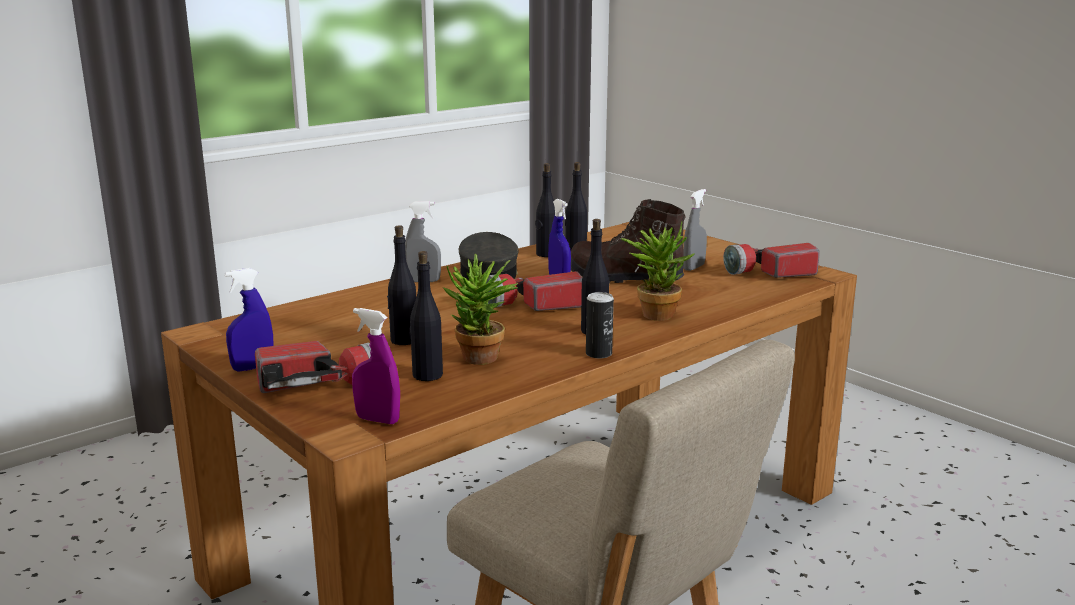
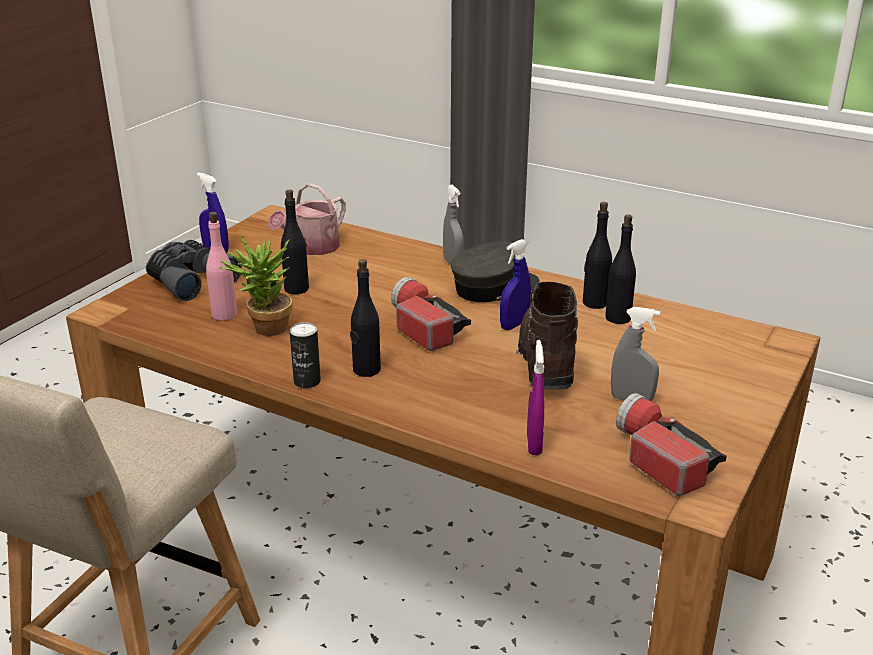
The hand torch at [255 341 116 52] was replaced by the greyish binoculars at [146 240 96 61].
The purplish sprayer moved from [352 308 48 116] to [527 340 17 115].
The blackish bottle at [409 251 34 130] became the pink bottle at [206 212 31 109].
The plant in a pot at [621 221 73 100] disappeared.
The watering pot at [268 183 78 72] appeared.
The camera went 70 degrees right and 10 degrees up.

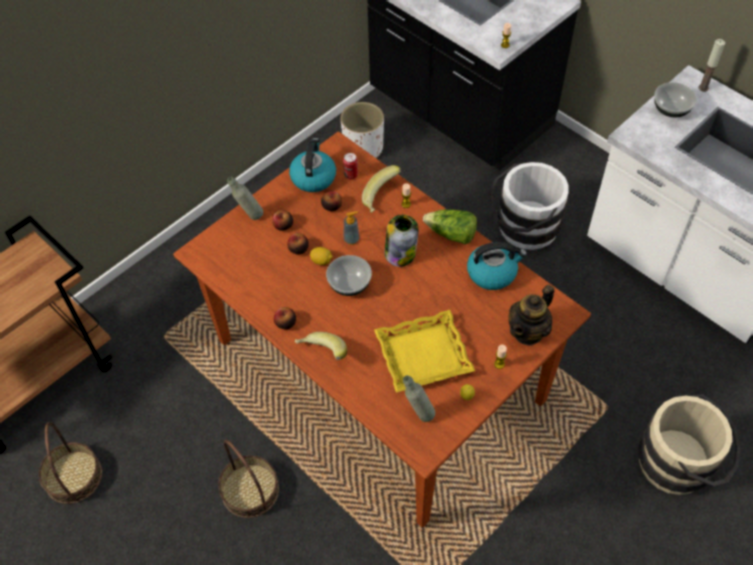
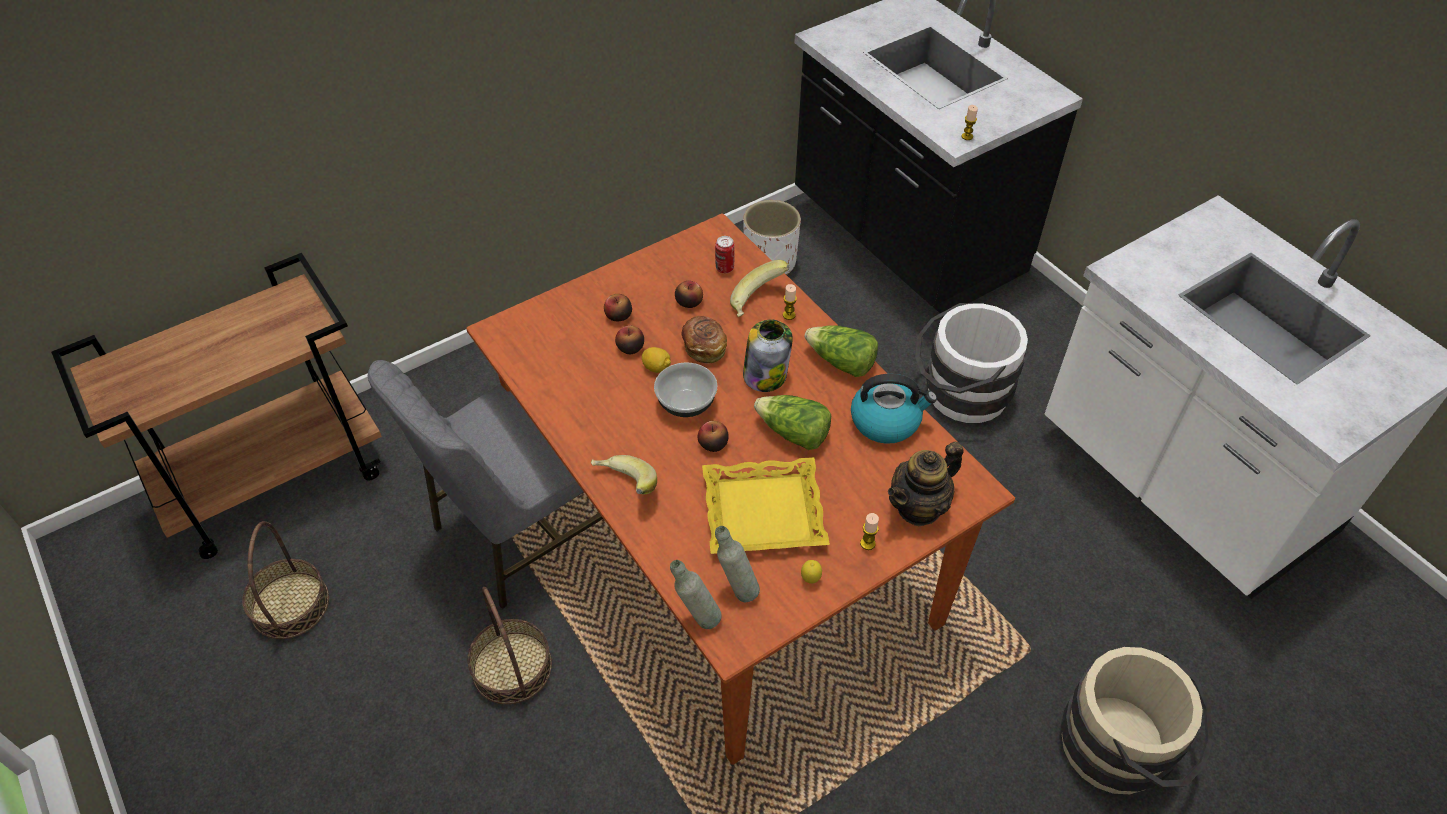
The greyish bottle moved from [227 176 36 44] to [670 560 51 69].
The apple fruit moved from [274 307 22 23] to [698 421 31 31].
The tea kettle at [289 138 47 54] disappeared.
The soap bottle at [344 211 16 34] was replaced by the bakery bread at [681 316 46 48].
The bowl at [654 82 43 35] disappeared.
The wax candle at [698 39 27 53] disappeared.
The greyish chair at [368 360 235 249] appeared.
The lettuce head at [754 395 77 55] appeared.
The camera went 10 degrees right and 5 degrees down.

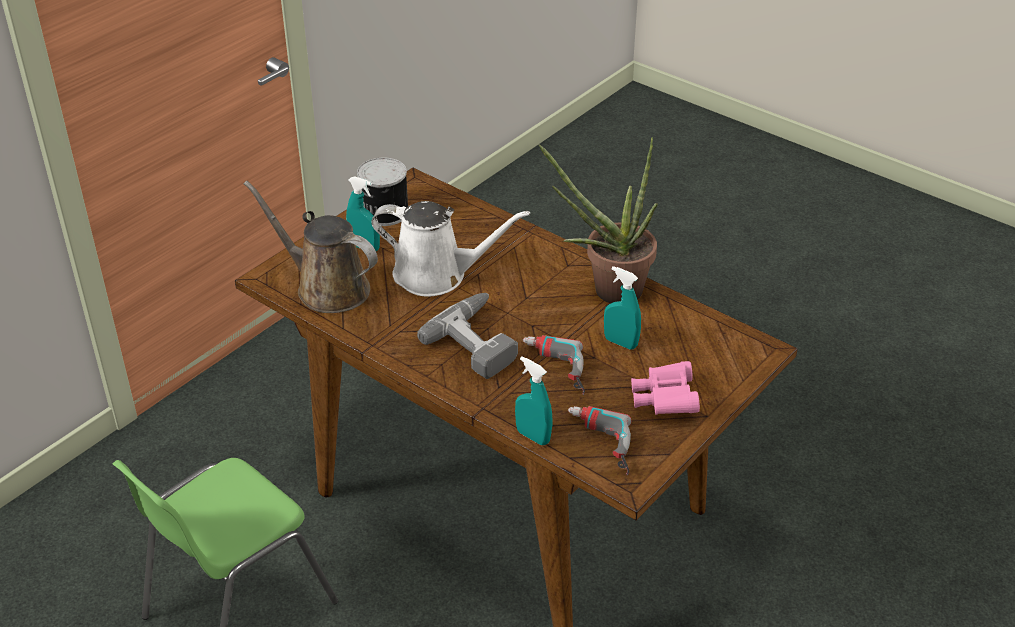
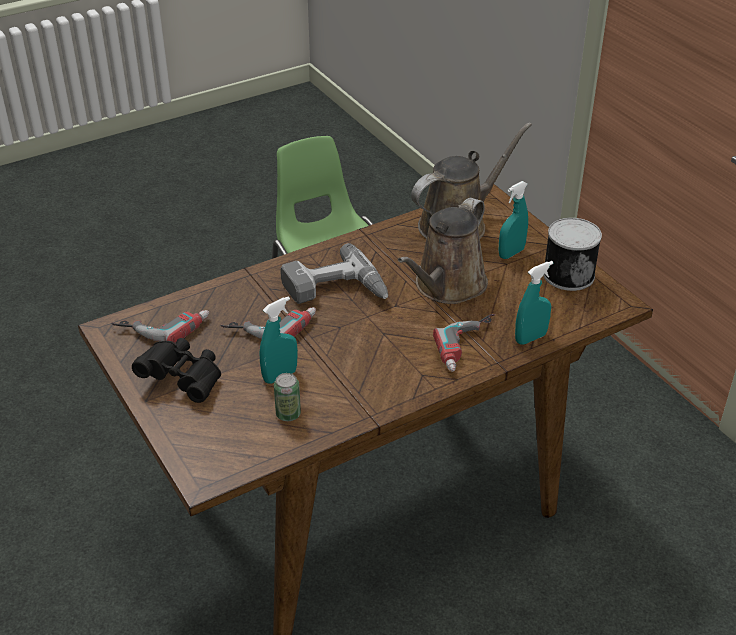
The whitish watering pot at [371 201 159 96] became the brown-coloured watering pot at [398 198 90 106].
The blue-green sprayer moved from [515 357 38 88] to [515 261 38 83].
The plant in a pot at [539 137 119 166] disappeared.
The pink binoculars at [631 361 69 54] became the blackish binoculars at [132 338 89 65].
The metal can at [274 373 27 48] appeared.
The drill at [433 314 62 58] appeared.
The camera went 110 degrees right and 0 degrees up.

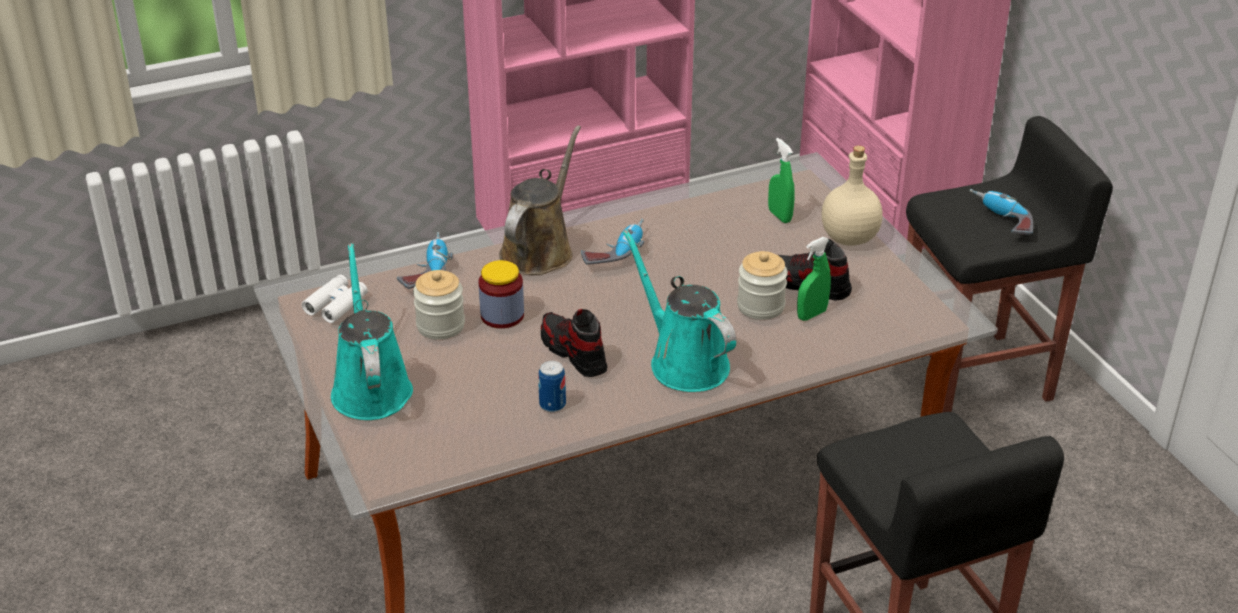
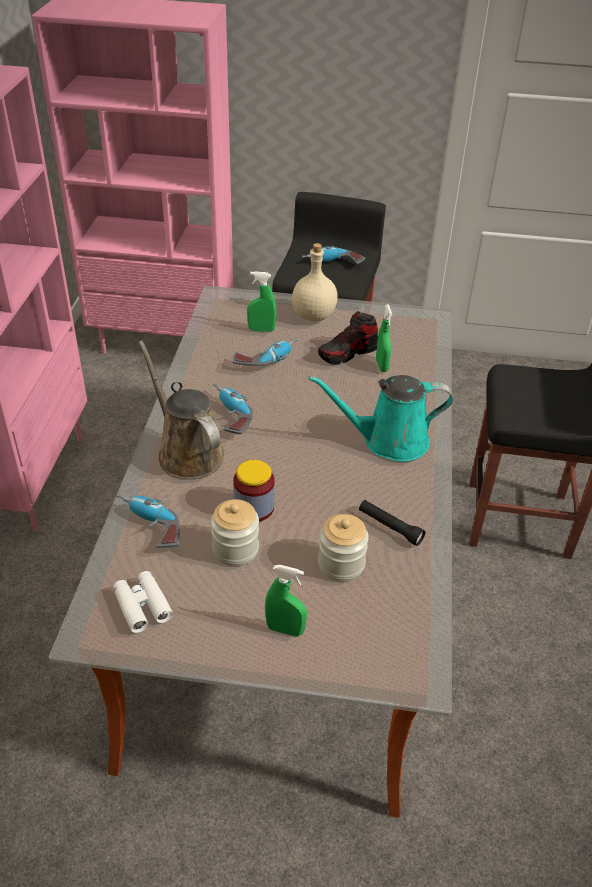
The blue-green watering pot at [331 243 82 177] was replaced by the green sprayer at [265 565 42 72].
The metal can at [538 361 28 51] was replaced by the blackish hand torch at [359 500 66 46].
The low shoe at [541 309 67 68] disappeared.
The storage jar moved from [737 251 51 69] to [318 514 51 68].
The drill at [233 338 65 28] appeared.
The camera went 60 degrees left and 5 degrees up.

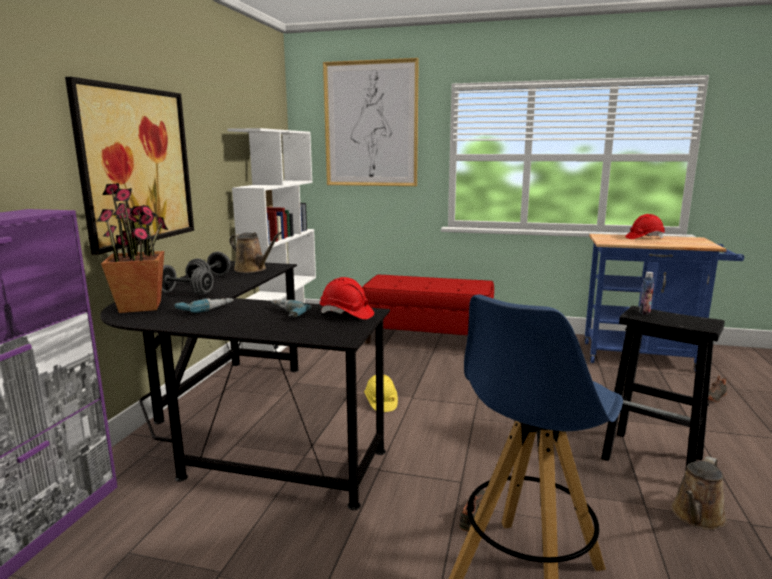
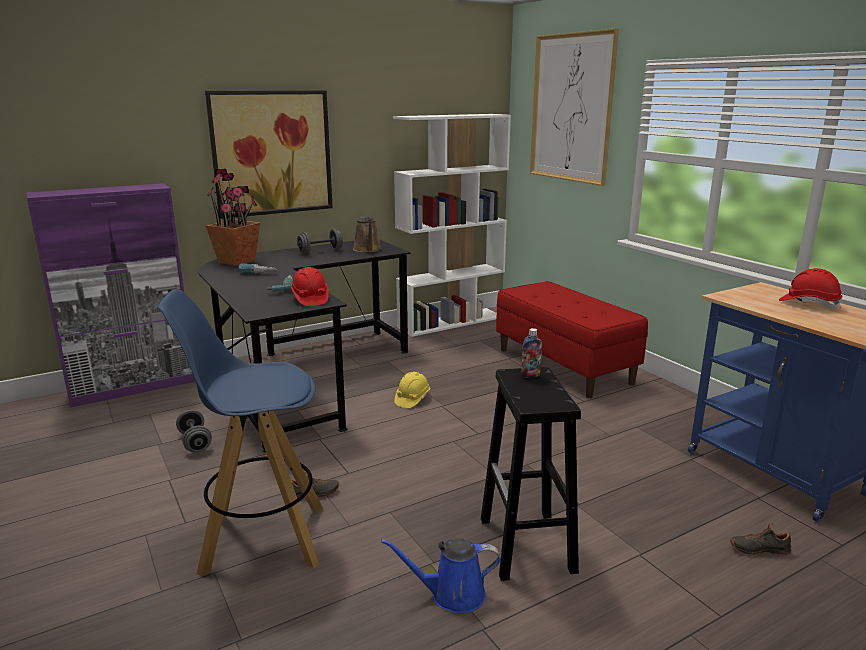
The greyish free weight moved from [162 265 52 30] to [176 410 36 42].
The brown-coloured watering pot at [671 456 56 74] became the blue-coloured watering pot at [381 538 119 75].
The camera went 45 degrees right and 5 degrees up.

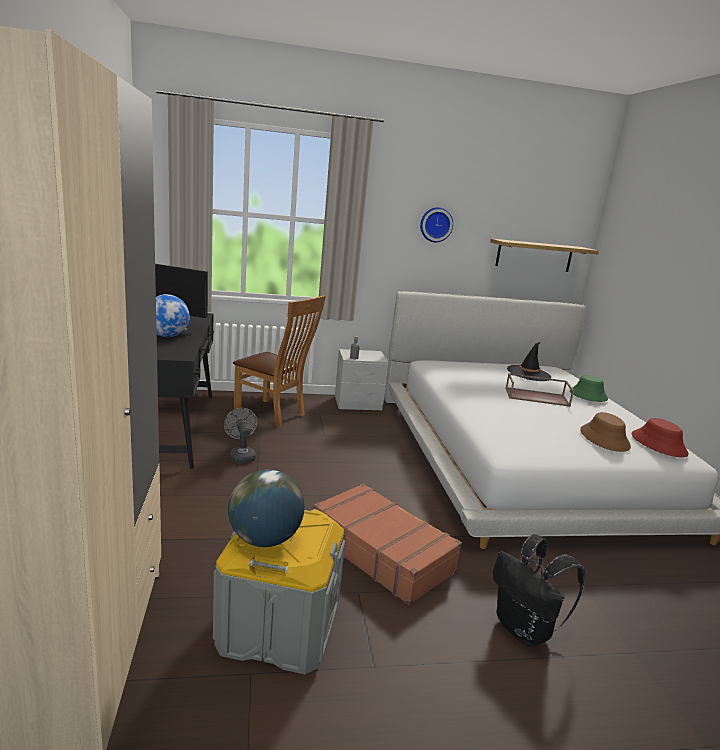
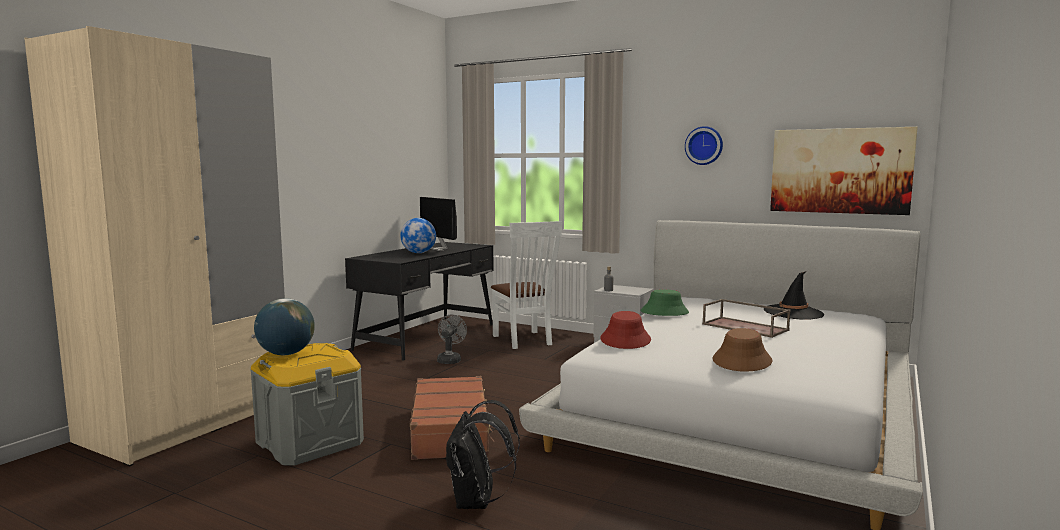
The brown-coloured chair at [233 295 93 133] became the whitish chair at [491 221 72 128].
The bracket shelf at [490 239 109 33] was replaced by the wall picture at [770 127 148 88].
The green clothing hat moved from [570 375 38 27] to [641 289 48 27].
The reddish clothing hat moved from [632 418 57 39] to [600 311 51 38].
The camera went 40 degrees right and 10 degrees down.

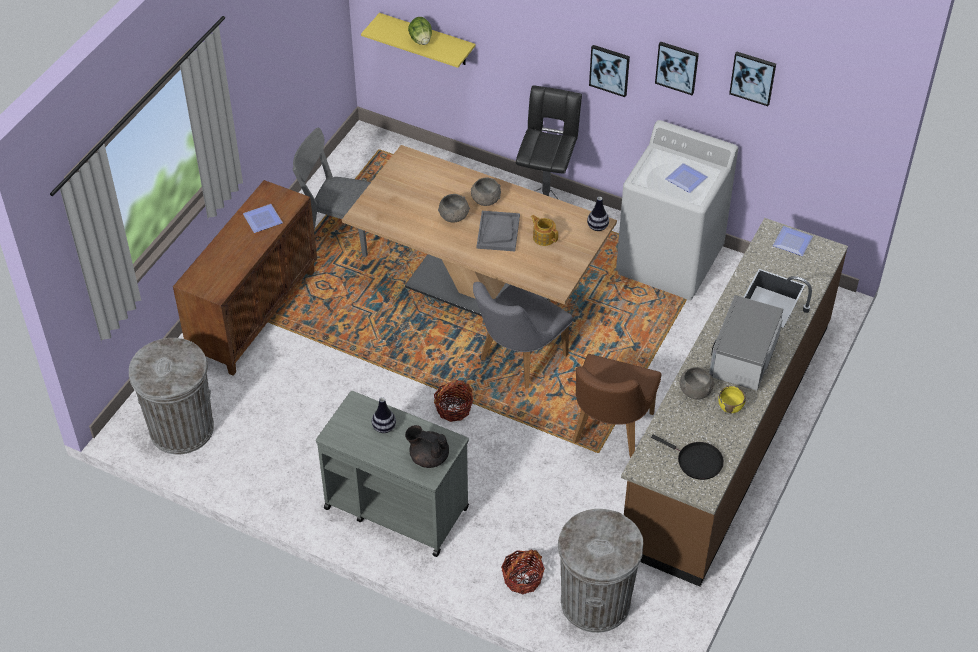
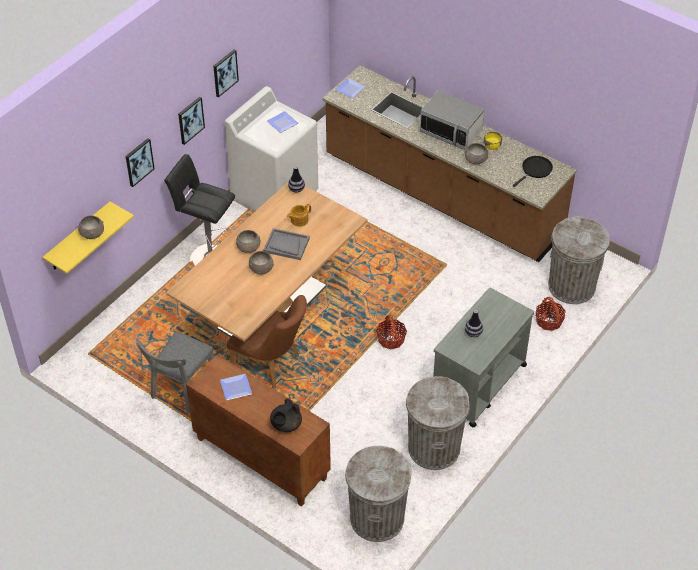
The blackish pot for tea moved from [405 425 44 43] to [270 399 32 33].
The lettuce head at [408 17 24 28] was replaced by the greyish bowl at [78 215 26 24].
The greyish chair at [473 282 100 106] disappeared.
The brown-coloured chair moved from [573 354 89 104] to [227 295 80 94].
The wall picture moved from [729 51 47 55] to [125 138 30 49].
The greyish rubbish bin at [406 376 64 94] appeared.
The camera went 80 degrees left and 0 degrees up.

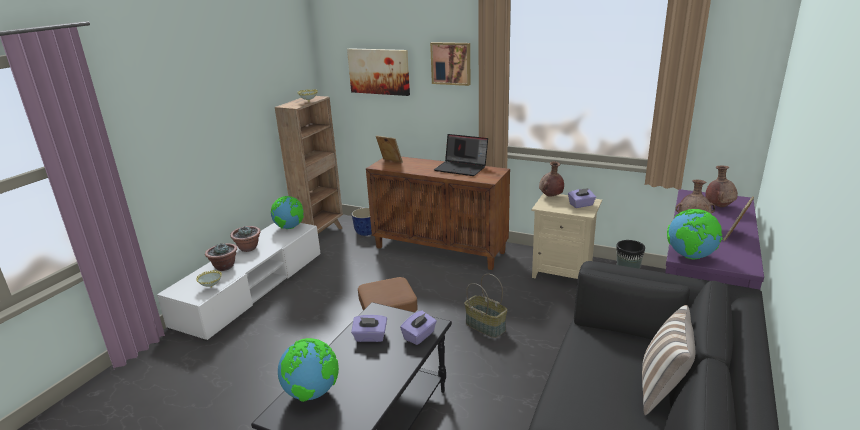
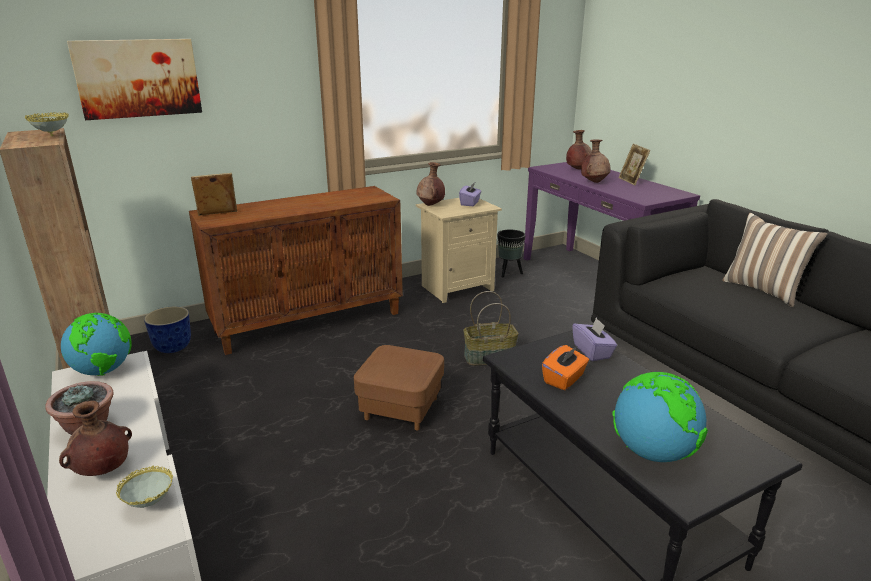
The plant in a pot at [205 243 32 28] was replaced by the brown-coloured decorative vase at [59 401 73 75].
The purplish tissue holder at [351 315 36 27] became the orange tissue holder at [542 345 47 45].
The wall picture at [430 42 41 44] disappeared.
The portable computer at [434 134 54 42] disappeared.
The world globe at [667 209 56 51] disappeared.
The camera went 55 degrees left and 0 degrees up.

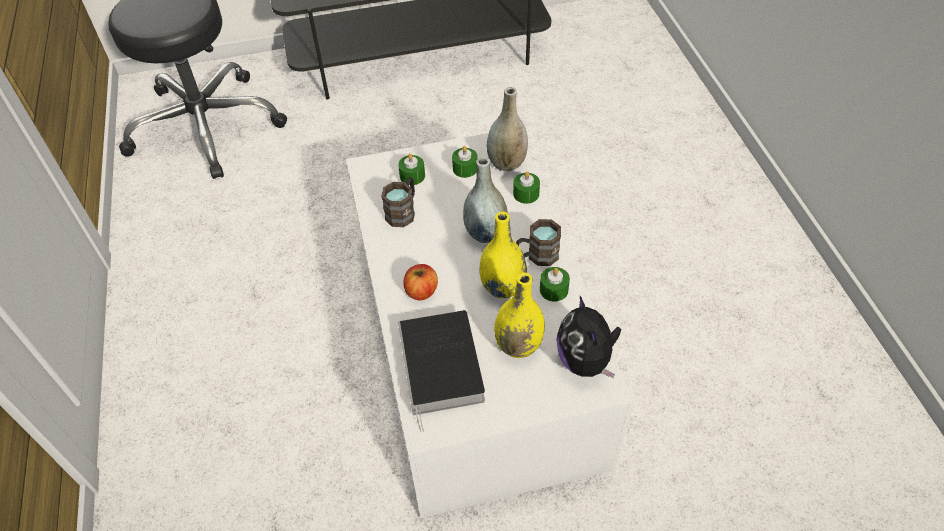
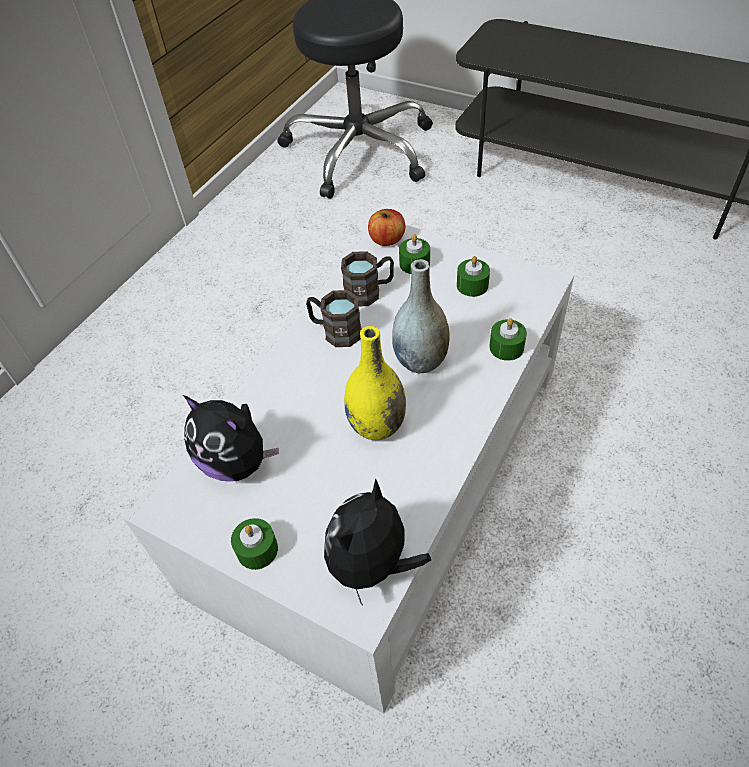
The volume at [398 310 87 122] was replaced by the plush toy at [183 395 96 86].
The apple fruit moved from [403 264 35 36] to [368 209 37 37].
The greyish decorative vase at [486 87 42 85] disappeared.
The yellowish decorative vase at [494 272 51 86] disappeared.
The brown-coloured coffee mug moved from [516 219 45 47] to [306 290 55 57].
The green wax candle moved from [540 267 30 35] to [231 518 47 52].
The camera went 45 degrees right and 0 degrees up.

